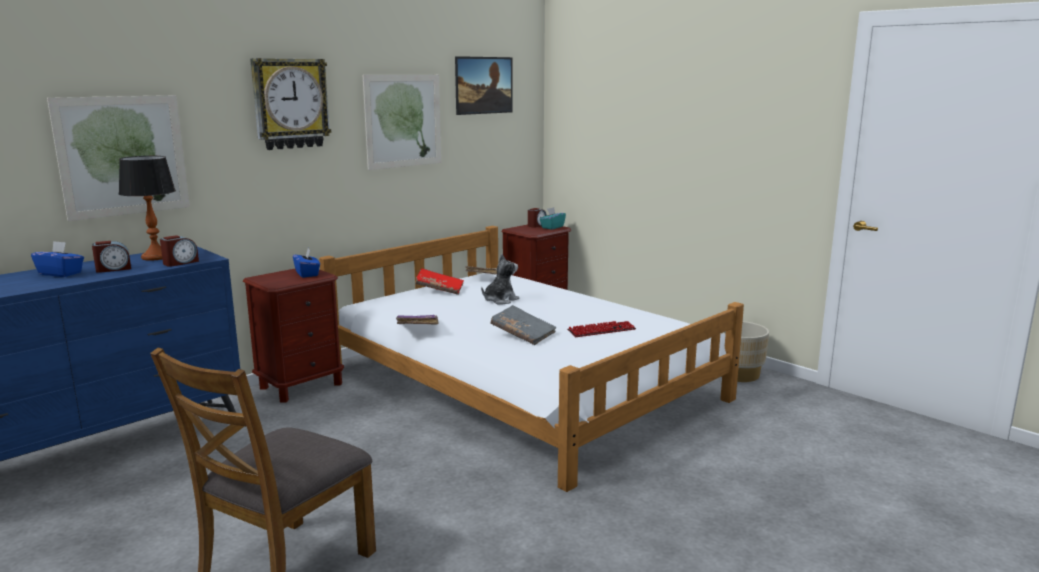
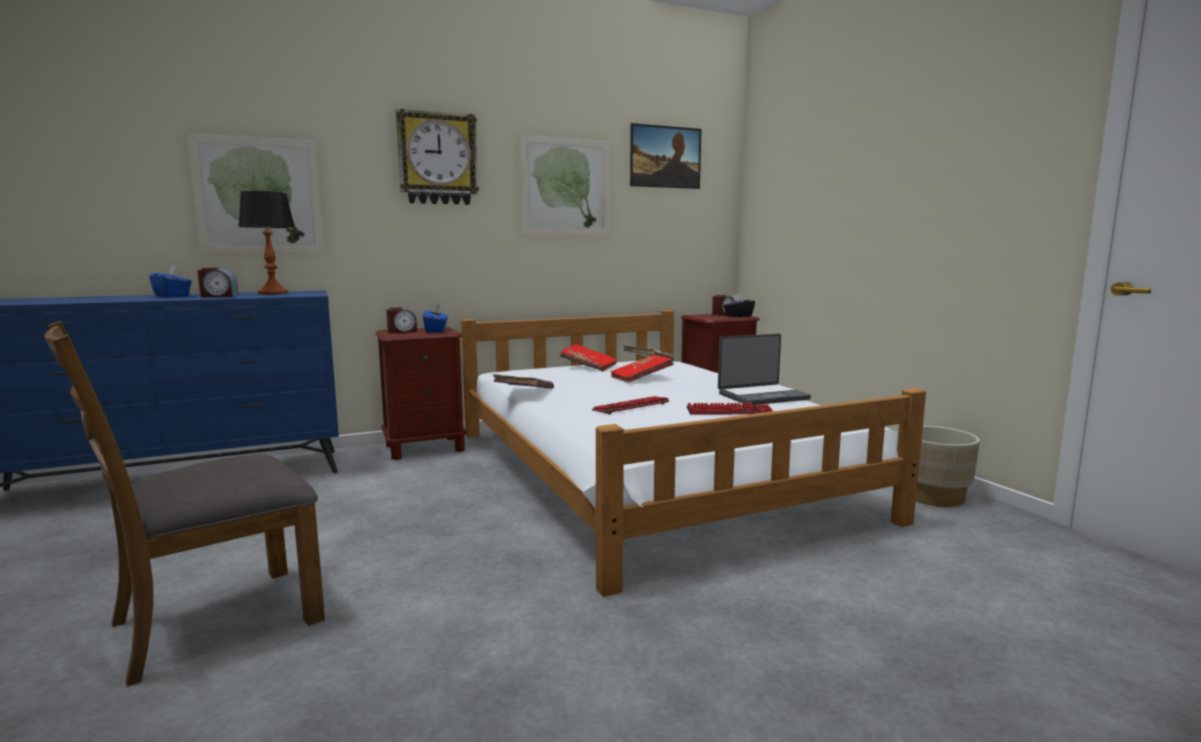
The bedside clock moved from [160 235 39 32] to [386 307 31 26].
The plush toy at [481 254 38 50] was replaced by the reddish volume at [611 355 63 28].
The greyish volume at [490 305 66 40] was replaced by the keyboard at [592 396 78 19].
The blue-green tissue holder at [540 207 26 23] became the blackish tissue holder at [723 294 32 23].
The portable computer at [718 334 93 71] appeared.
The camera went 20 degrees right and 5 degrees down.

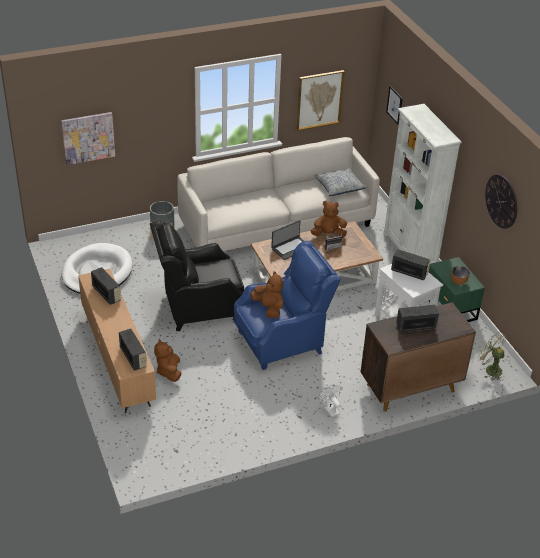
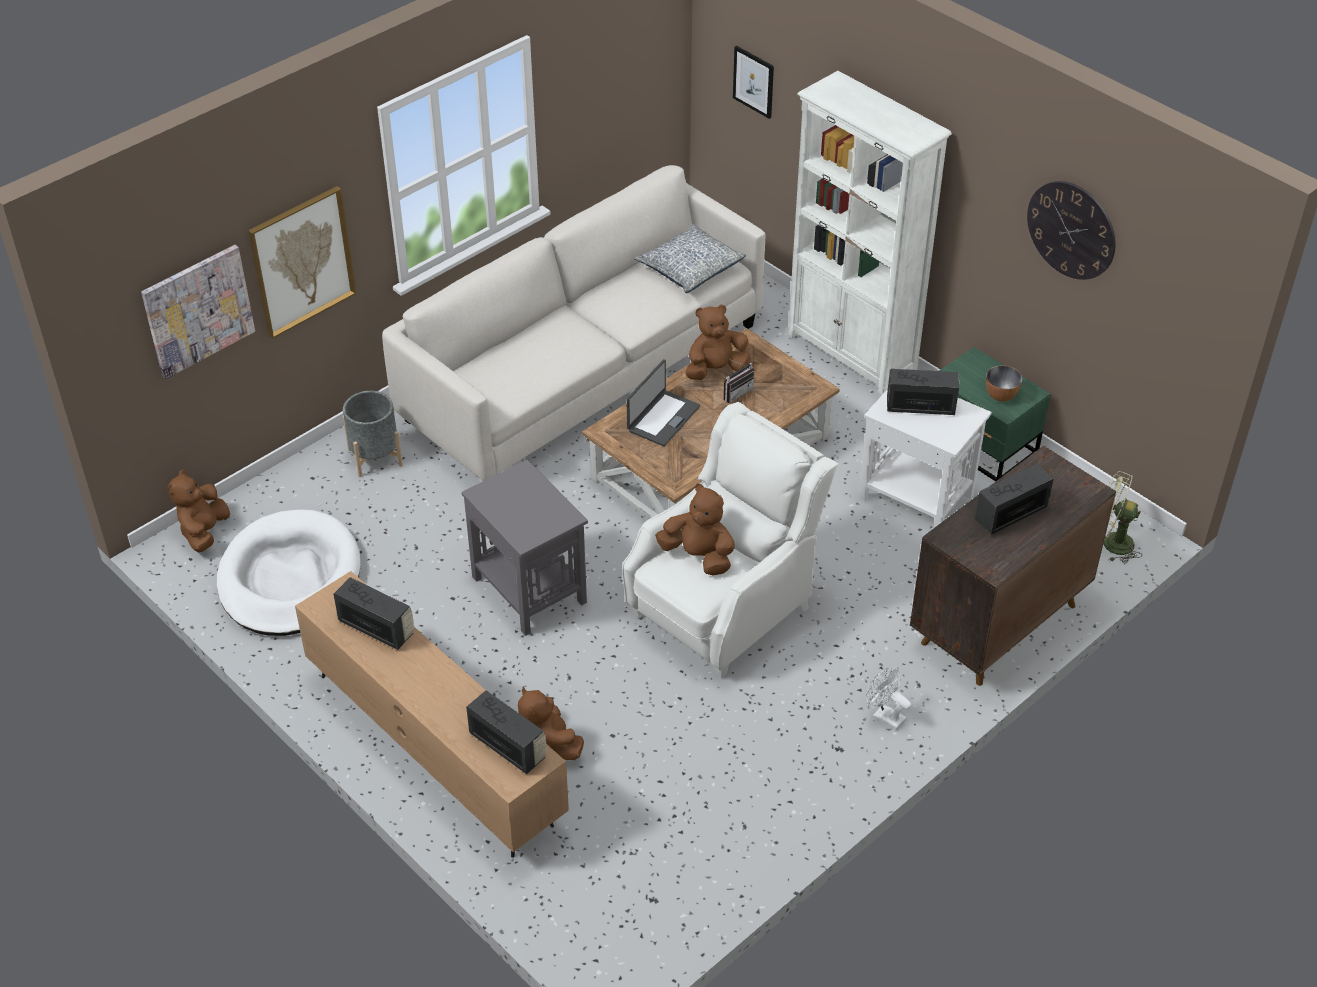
The blackish easy chair at [150 221 94 110] was replaced by the greyish accent table at [461 460 127 176].
The blue-coloured easy chair at [234 241 107 129] became the whitish easy chair at [622 402 217 276].
The wall picture moved from [297 70 48 61] to [248 186 108 153].
The brown-coloured plush toy at [168 469 62 83] appeared.
The camera went 20 degrees left and 5 degrees up.

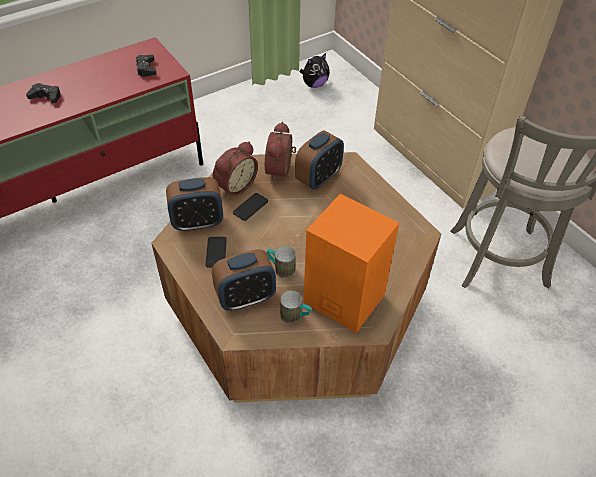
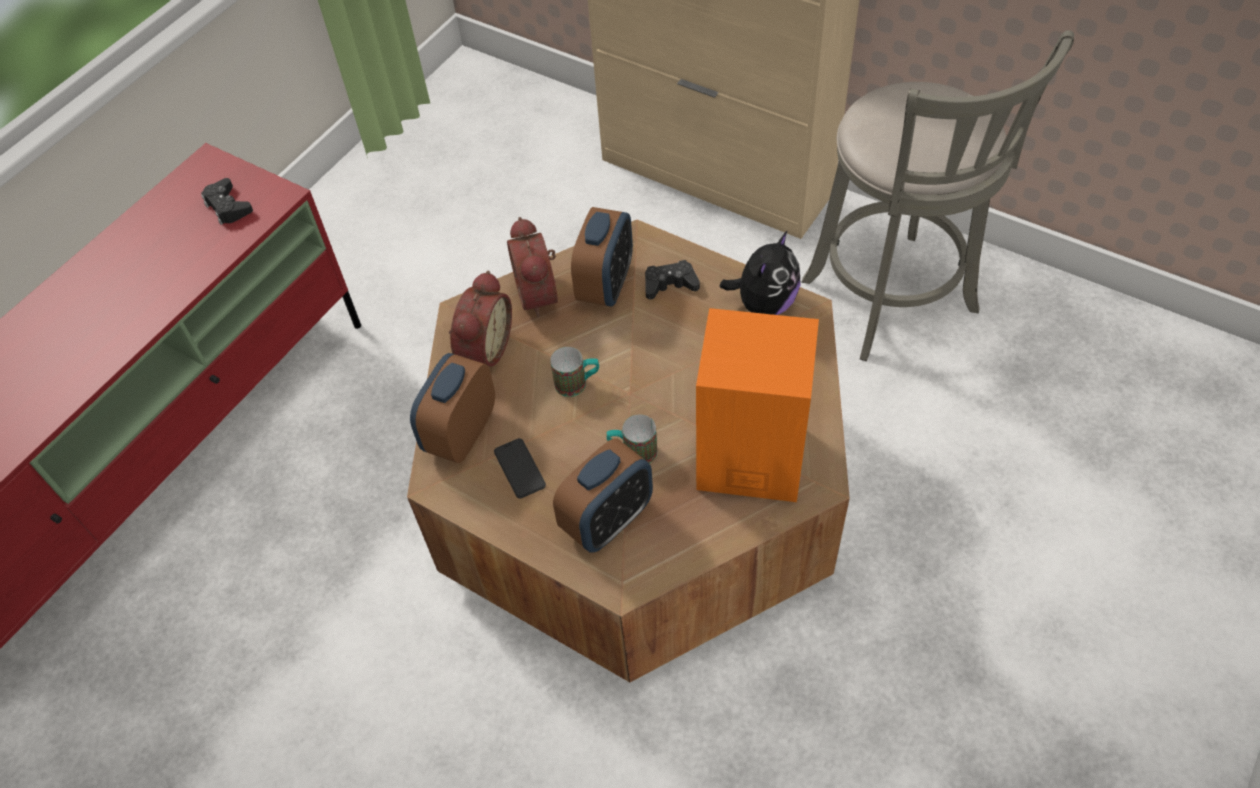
The blackish gamepad moved from [26 83 34 20] to [645 260 55 39].
The bedside clock at [166 177 57 55] turned 150 degrees clockwise.
The telephone at [233 193 35 28] disappeared.
The coffee mug moved from [280 290 31 34] to [550 347 49 50].
The plush toy moved from [300 53 29 35] to [720 230 81 85].
The camera went 20 degrees left and 5 degrees up.

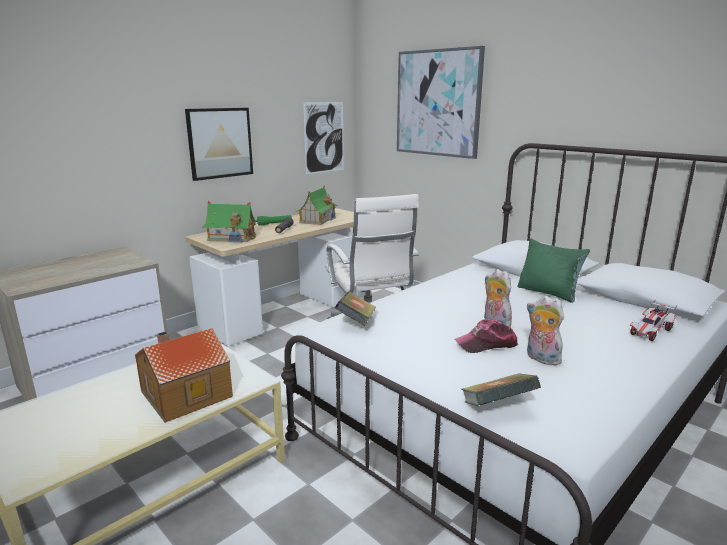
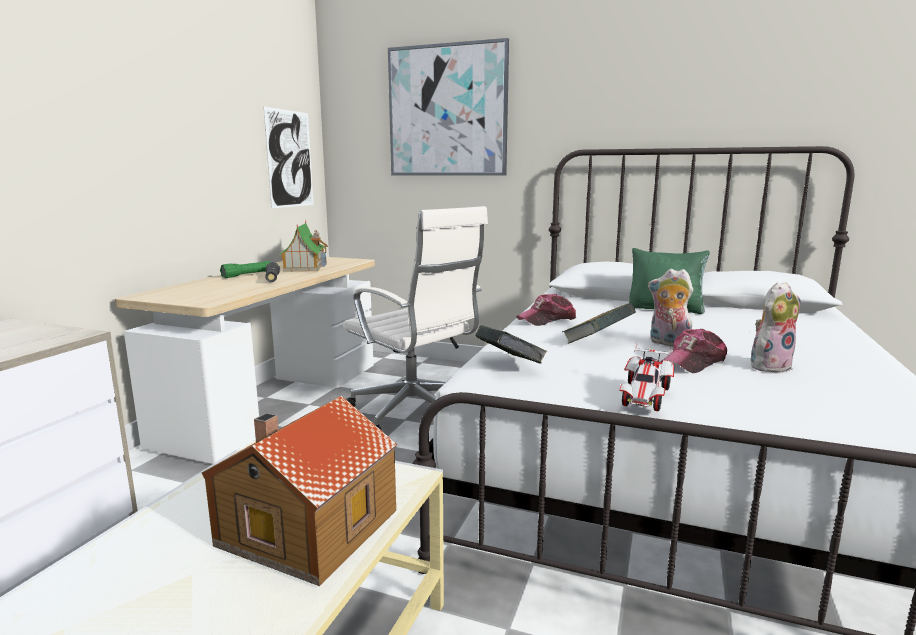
The wall picture at [185 108 68 73] disappeared.
The model house at [202 201 56 42] disappeared.
The volume moved from [461 373 80 33] to [562 303 74 41].
The plush toy at [527 296 37 69] turned 135 degrees clockwise.
The miniature car moved from [630 299 47 42] to [619 343 55 68].
The cap at [516 294 61 32] appeared.
The camera went 25 degrees left and 5 degrees down.

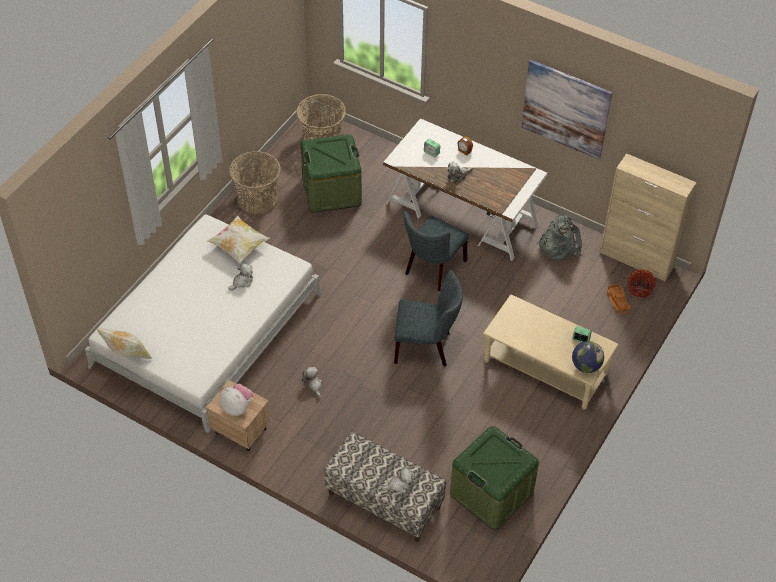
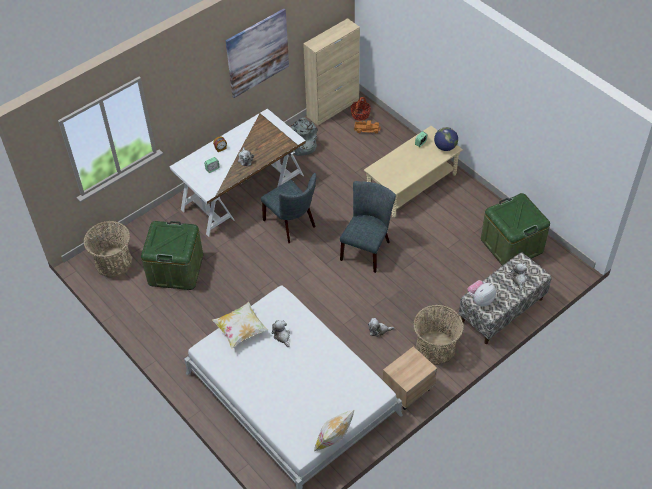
The plush toy moved from [219 384 34 32] to [467 280 29 27].
The basket moved from [229 151 52 64] to [413 305 51 60].
The camera went 70 degrees left and 0 degrees up.

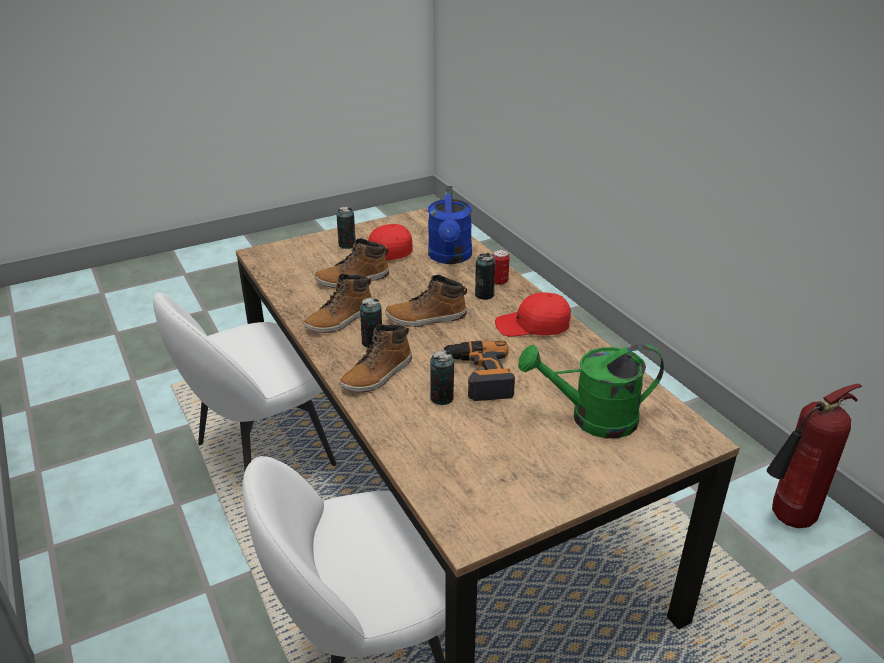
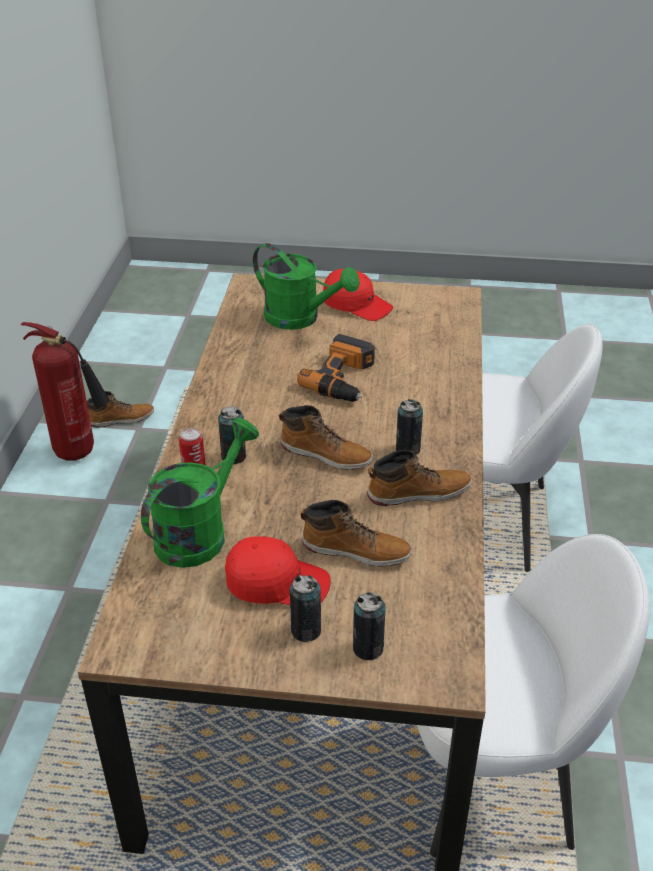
The tall boot moved from [340 324 72 68] to [87 391 67 37].
The blue-coloured watering pot at [428 186 44 78] became the green watering pot at [141 418 118 150].
The metal can moved from [430 350 24 55] to [353 592 33 68].
The reddish cap moved from [495 292 76 45] to [323 269 70 52].
The camera went 145 degrees left and 5 degrees up.

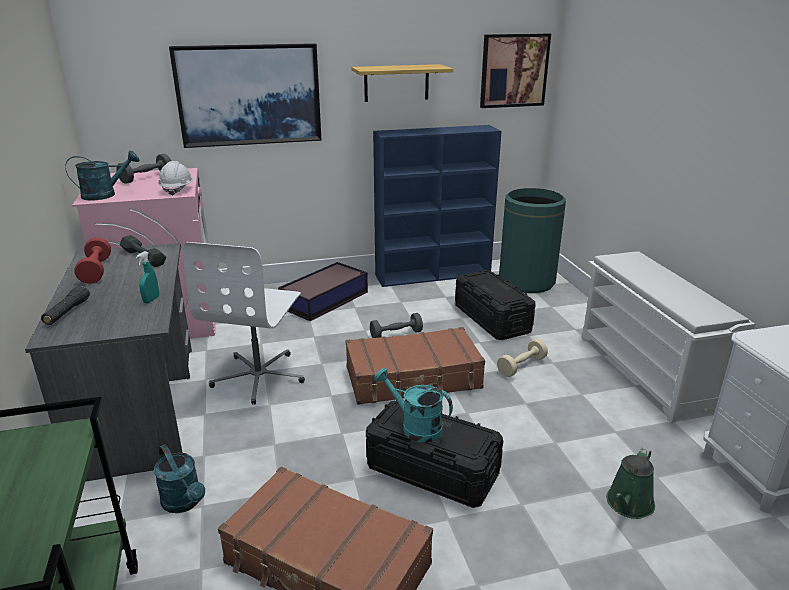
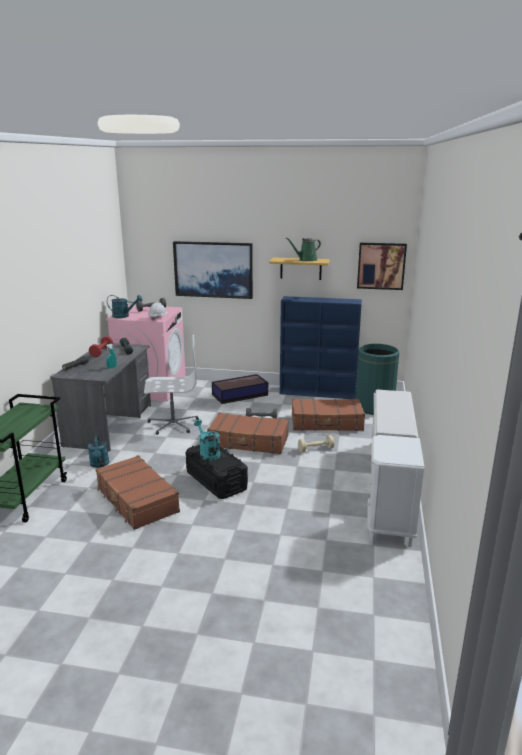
The whitish computer chair at [183 242 122 162] turned 135 degrees counterclockwise.
The blackish storage container at [455 270 81 70] was replaced by the brown-coloured travel case at [292 399 73 32].
The green watering pot moved from [606 448 49 71] to [286 237 35 24].
The camera went 25 degrees right and 5 degrees down.

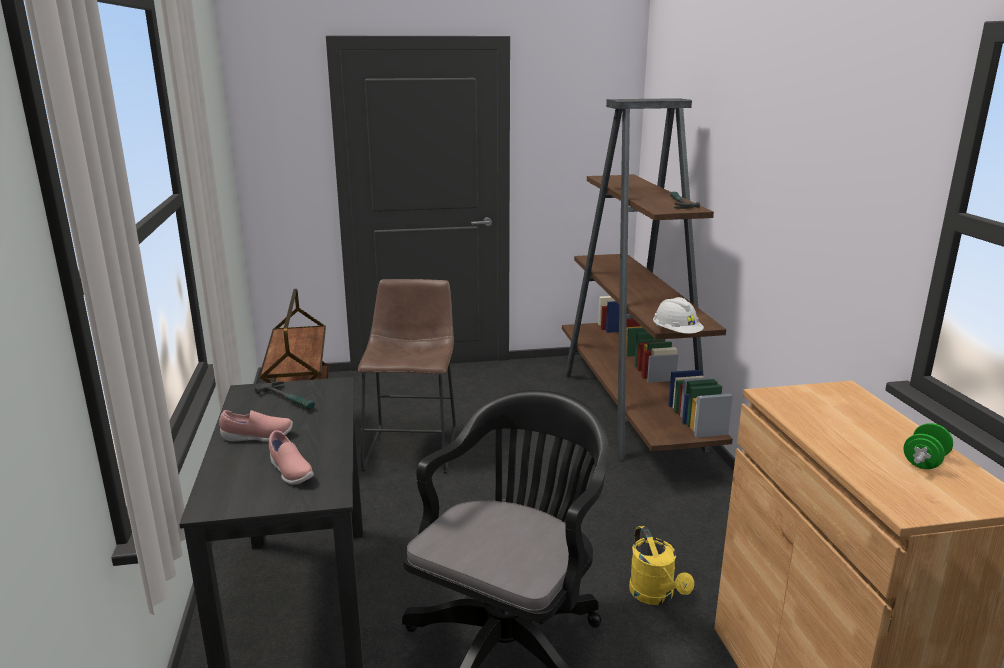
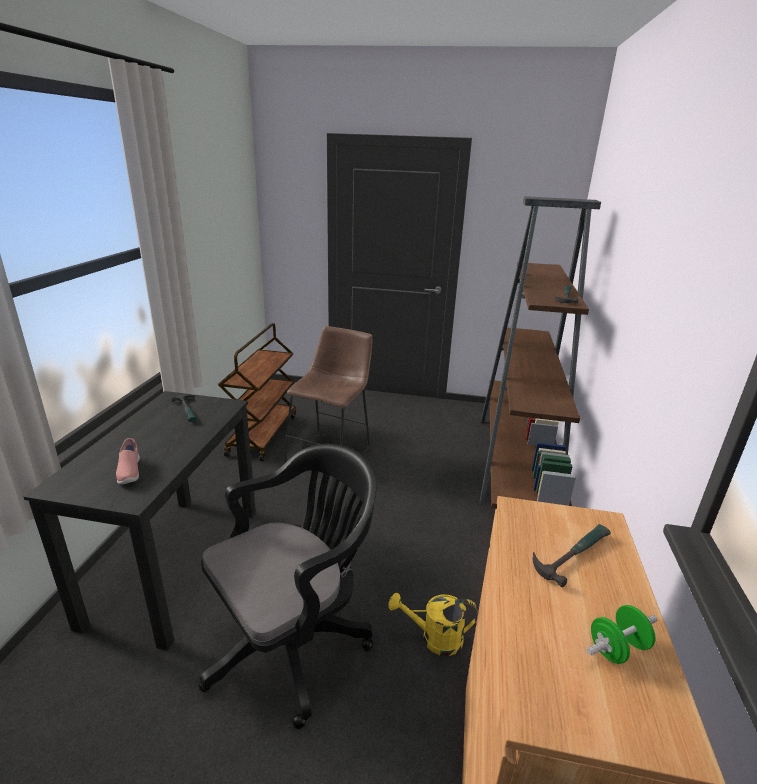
The pink low shoe at [219 410 74 32] disappeared.
The yellowish watering pot at [629 526 65 79] turned 90 degrees clockwise.
The whitish work helmet at [653 297 51 37] disappeared.
The tool hammer at [533 524 78 63] appeared.
The camera went 20 degrees right and 5 degrees up.

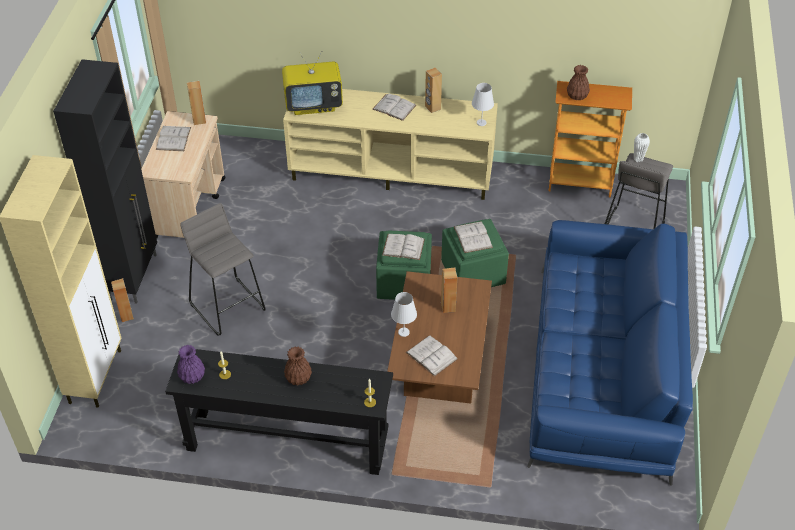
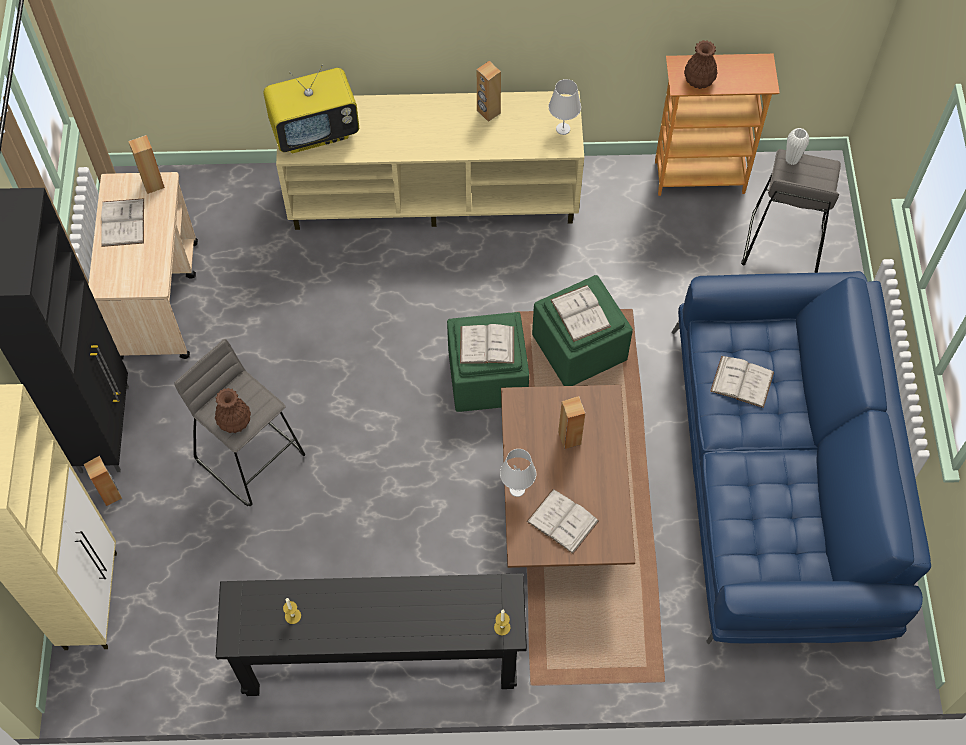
The purplish decorative vase at [177 345 28 39] disappeared.
The brown-coloured decorative vase moved from [284 346 28 40] to [215 388 36 45].
The whitish volume moved from [372 94 44 27] to [710 356 64 52].
The camera went 10 degrees left and 15 degrees up.

